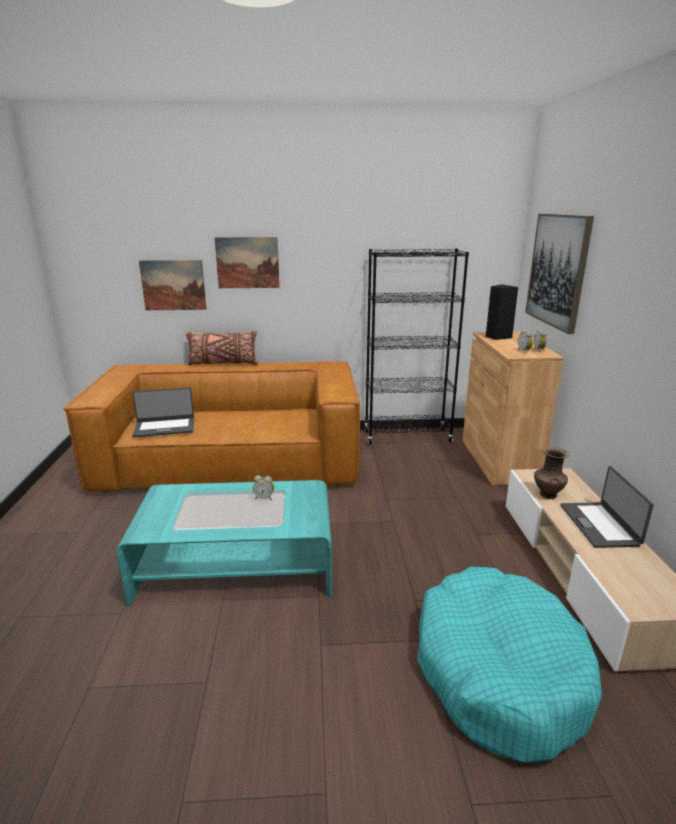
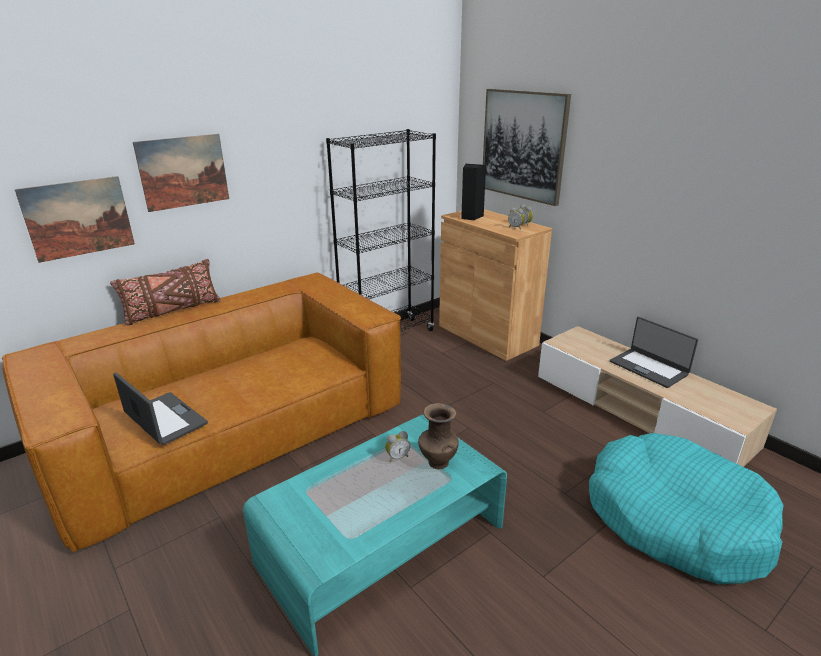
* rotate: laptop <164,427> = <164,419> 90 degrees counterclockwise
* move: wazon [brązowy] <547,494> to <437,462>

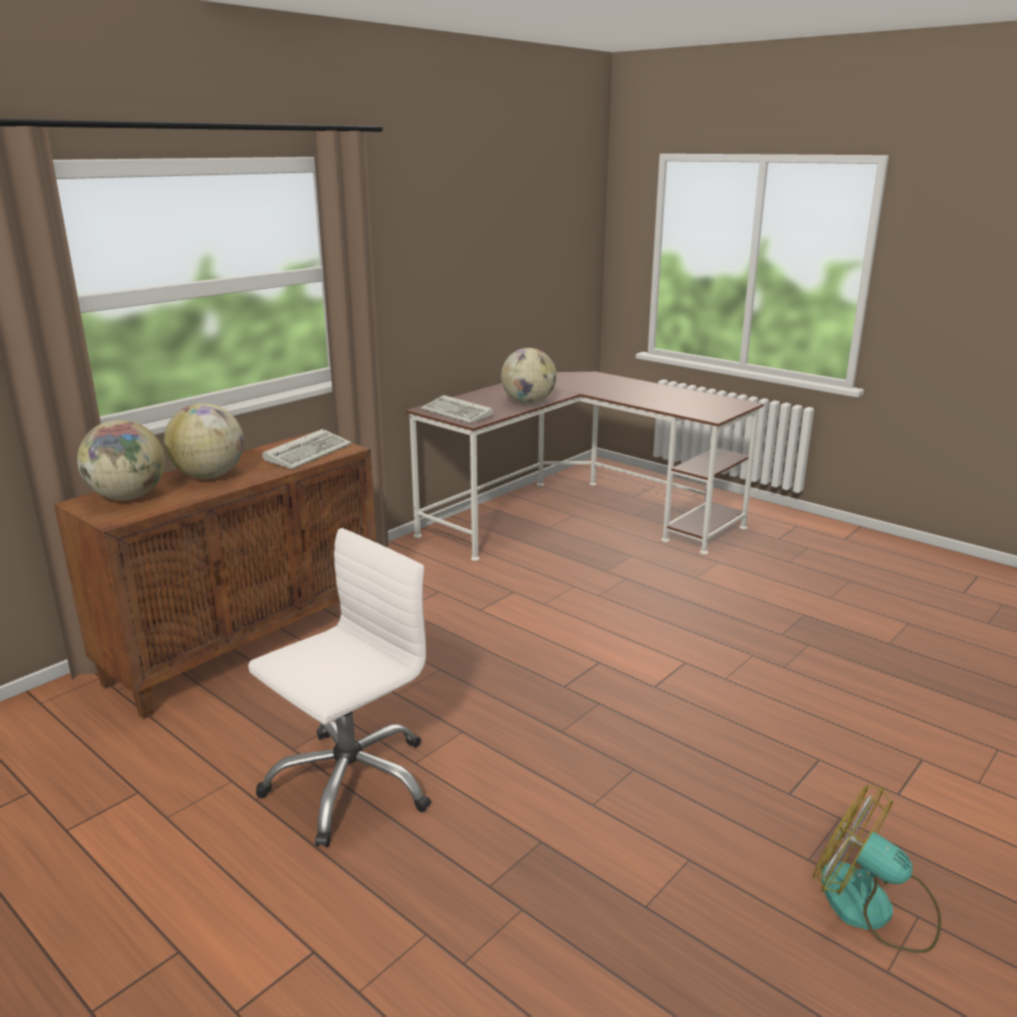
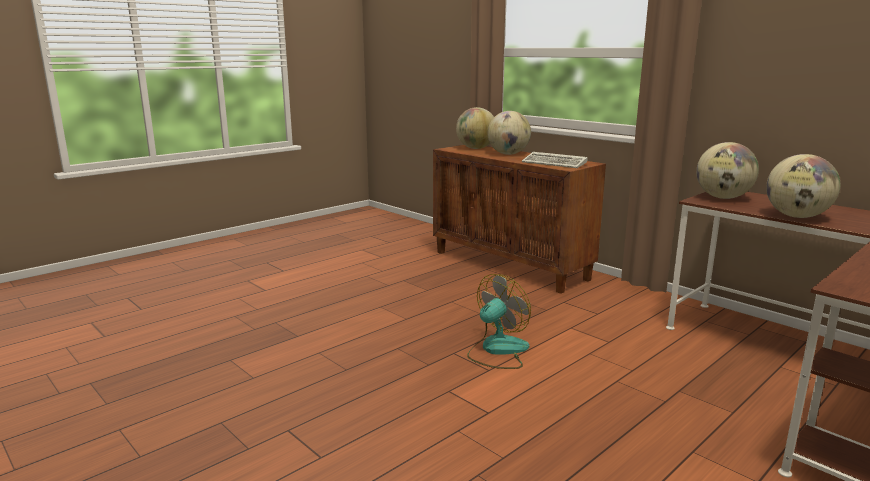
* delete: krzesło biurowe [biały] <350,782>
* replace: klawiatura <458,413> to globus <722,198>
* move: wentylator <873,908> to <497,350>

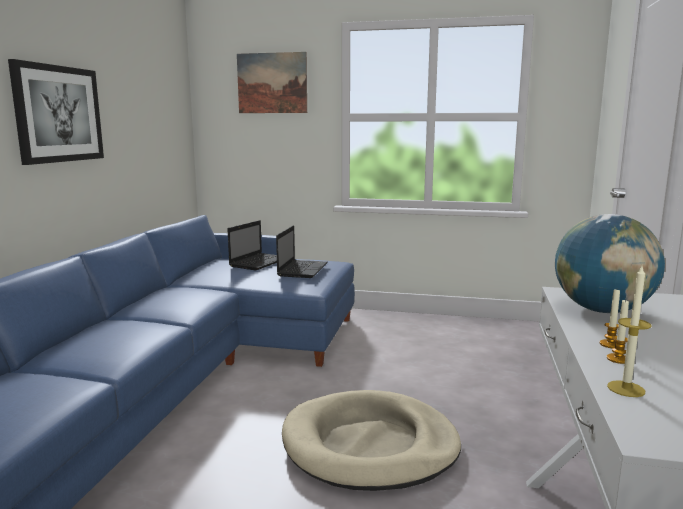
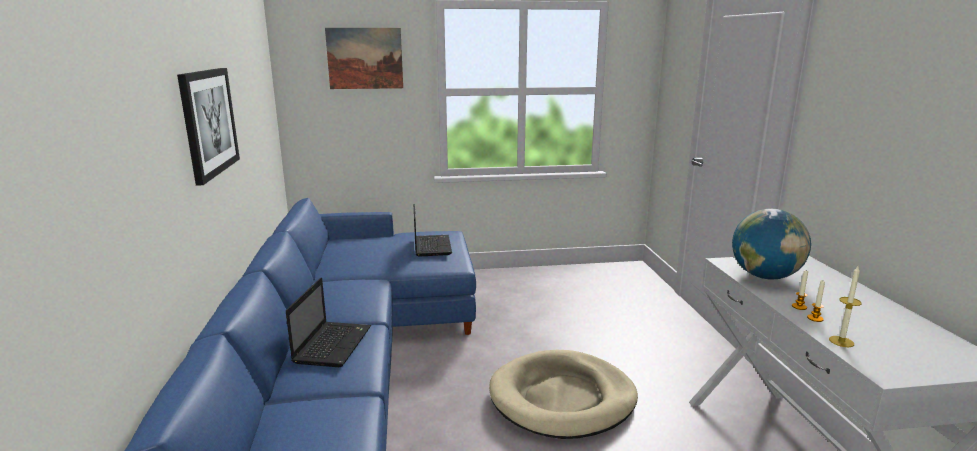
* move: laptop <259,262> to <333,344>

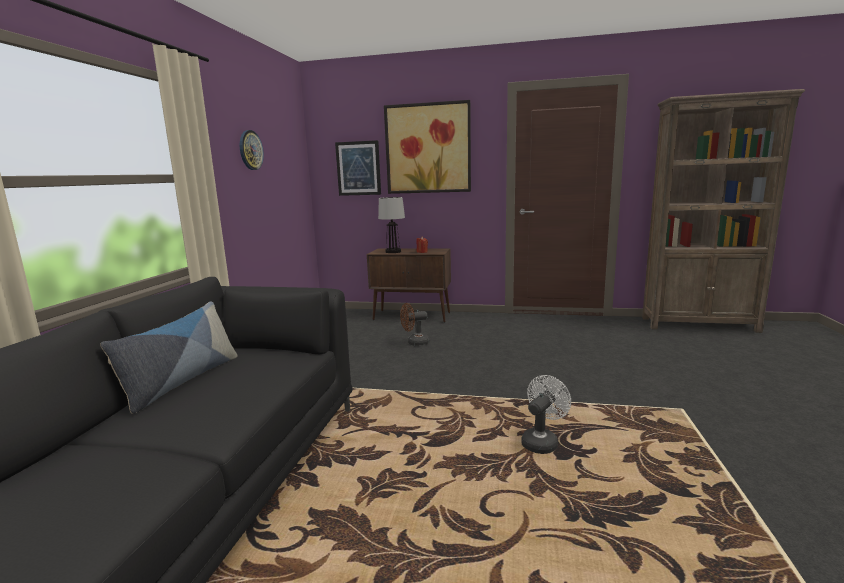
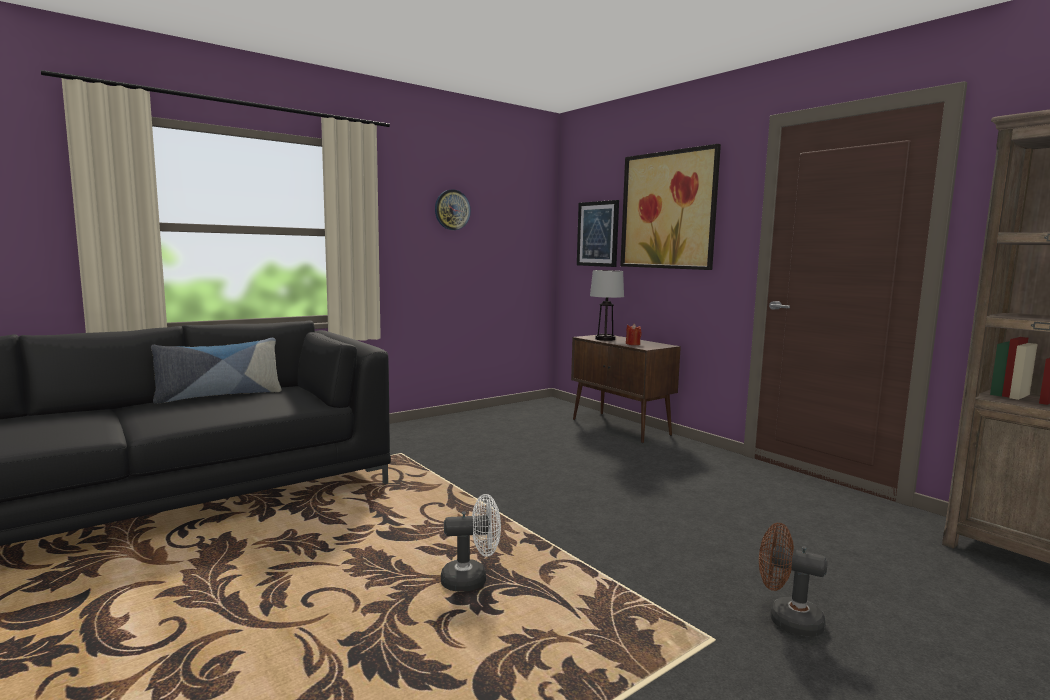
* move: wentylator [brązowy] <414,343> to <786,620>

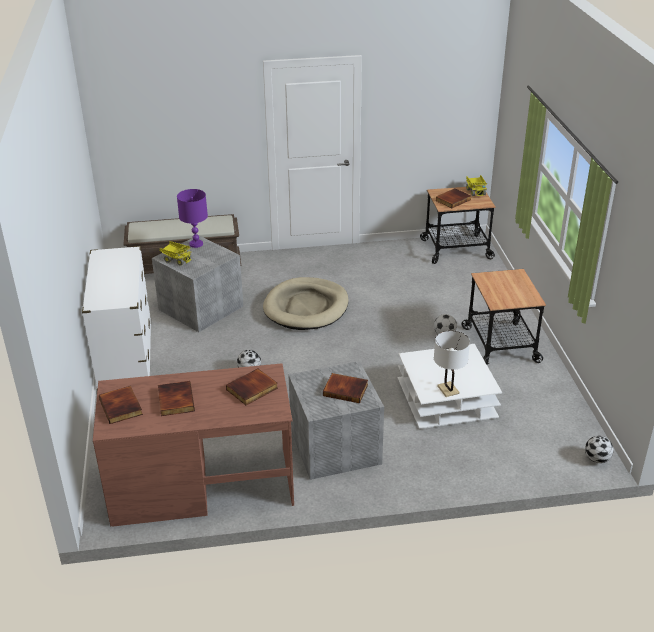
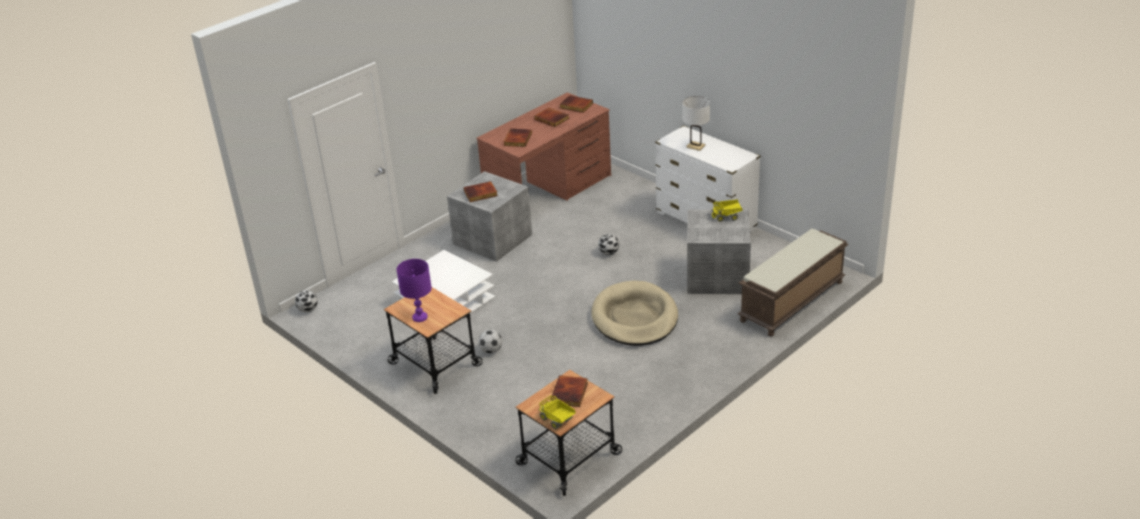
* move: lampa stołowa [fioletowy] <196,244> to <420,317>
* move: lampa stołowa [biały] <448,390> to <695,146>

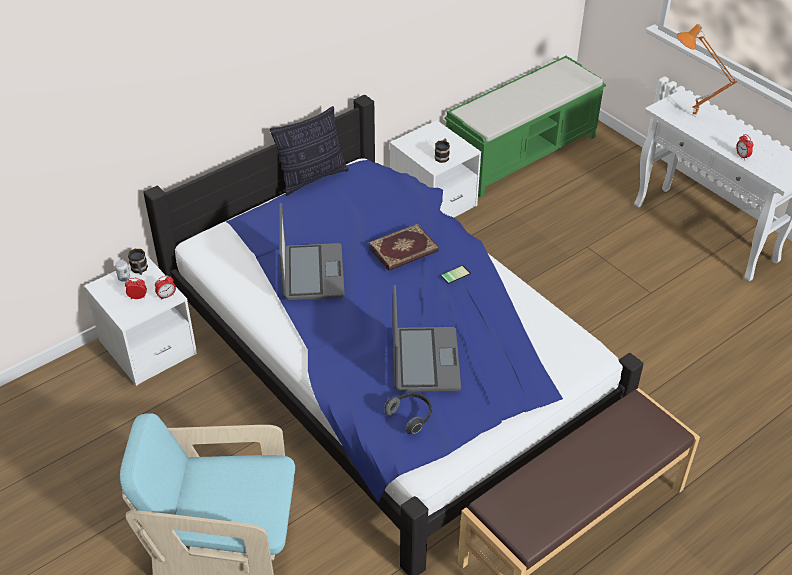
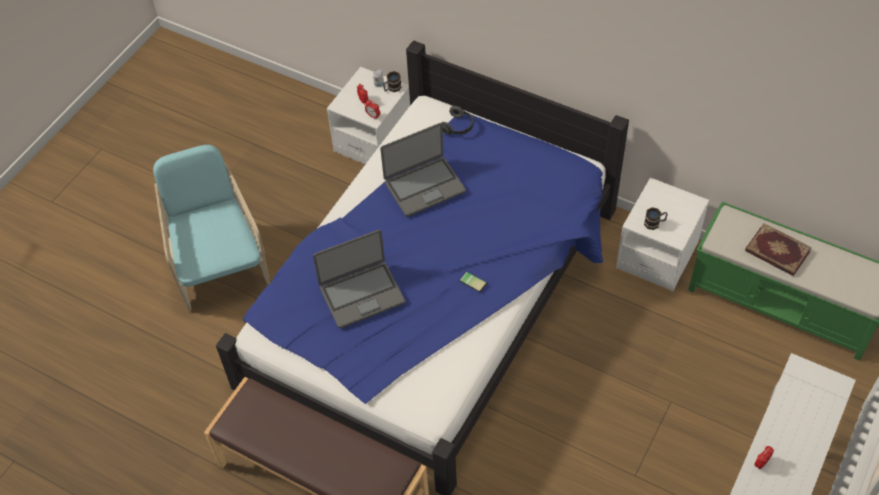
* delete: poduszka <312,178>
* move: książka <404,250> to <777,252>
* move: słuchawki <411,416> to <458,127>
* delete: lampa stołowa [pomarańczowy] <692,116>

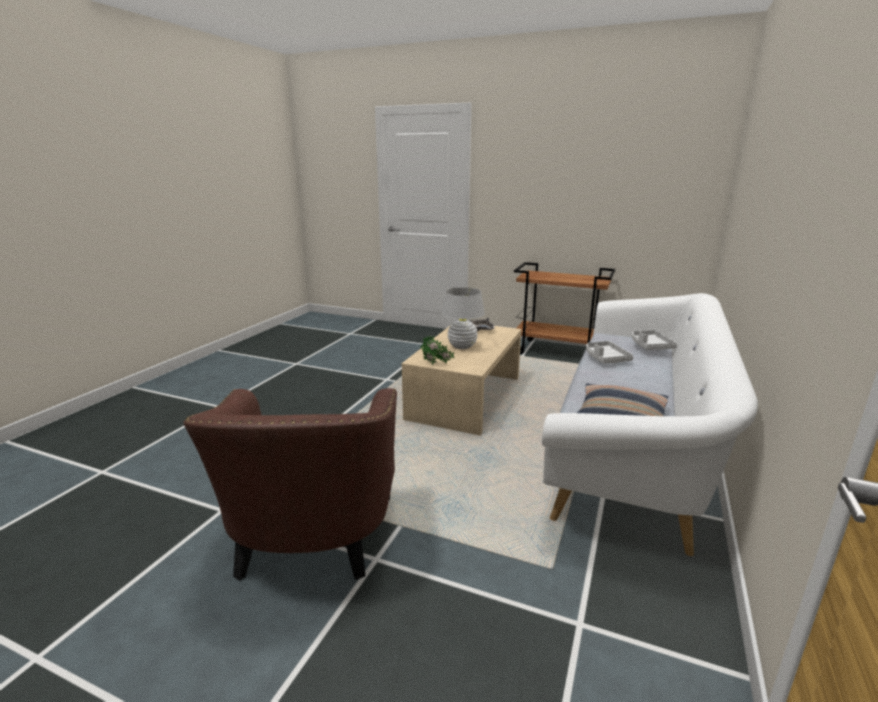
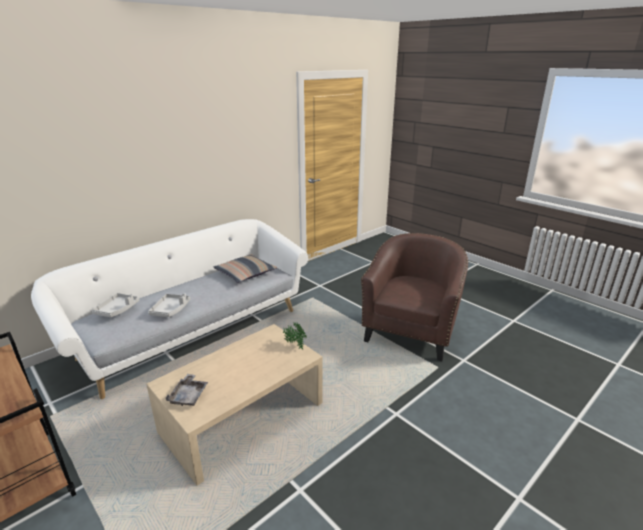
* delete: lampa stołowa [biały] <462,346>

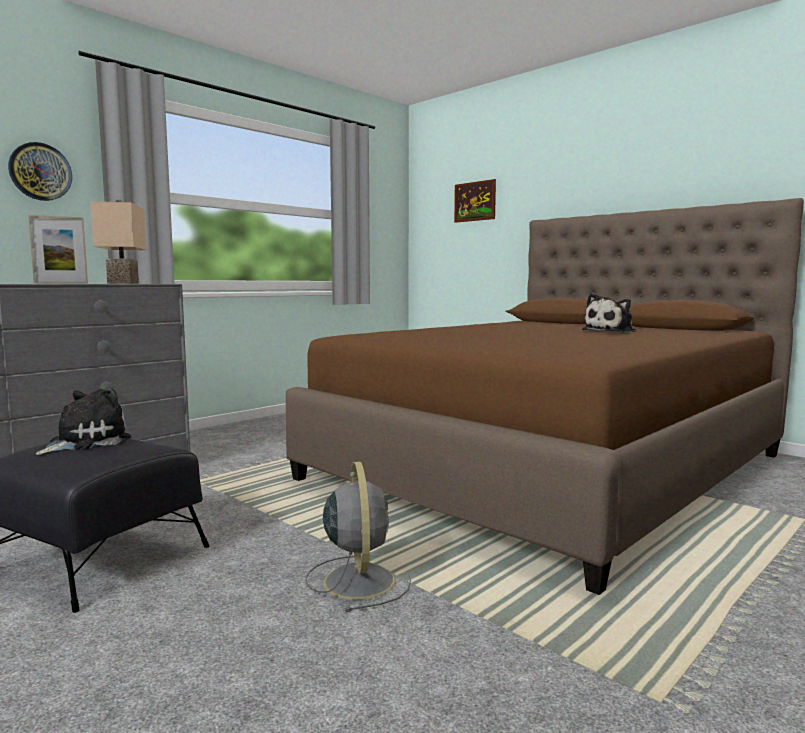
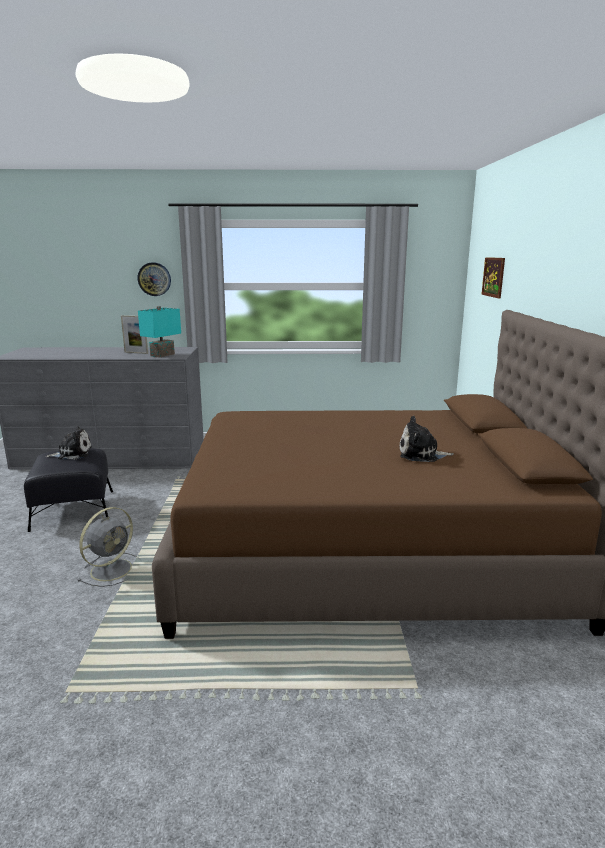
* recolor: lampa stołowa [beżowy] <125,283> to lampa stołowa [turkusowy] <163,355>

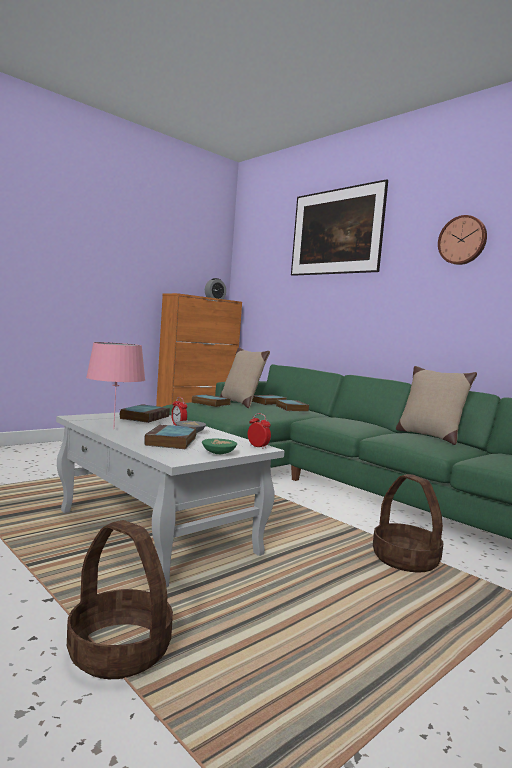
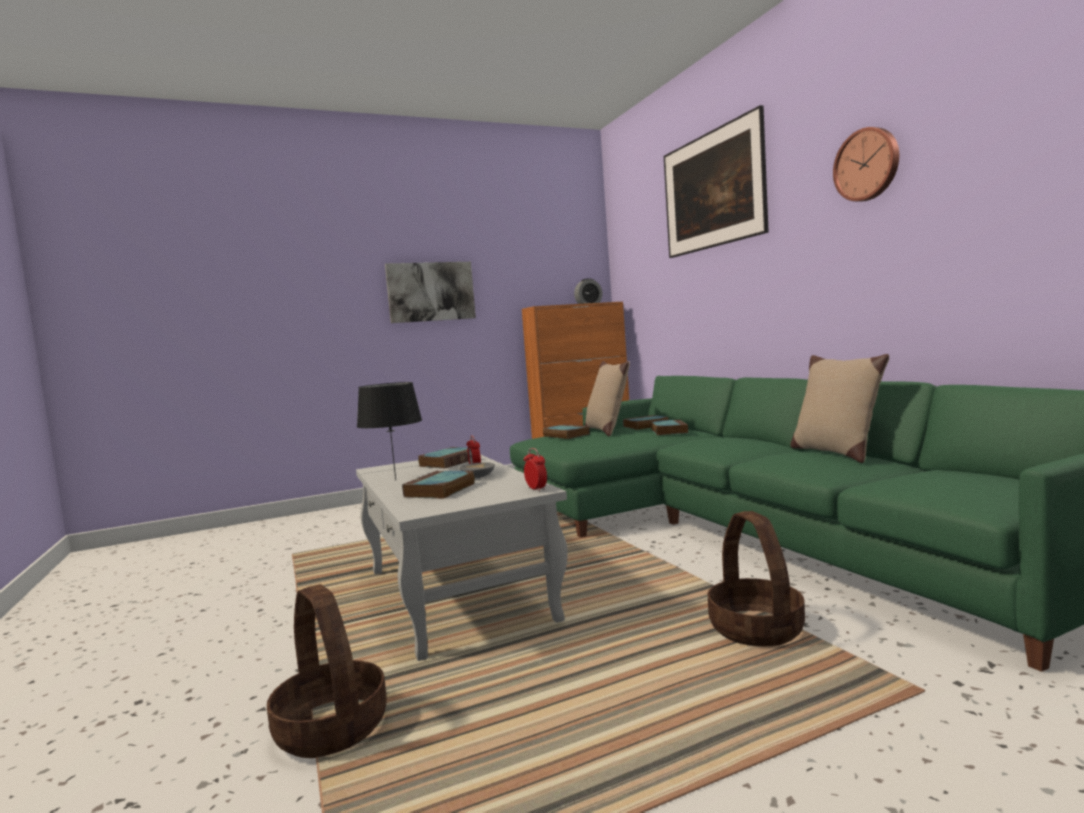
* recolor: lampa stołowa [różowy] <114,429> to lampa stołowa [czarny] <396,480>
* delete: miska [zielony] <220,453>
* insert: obraz <431,292>

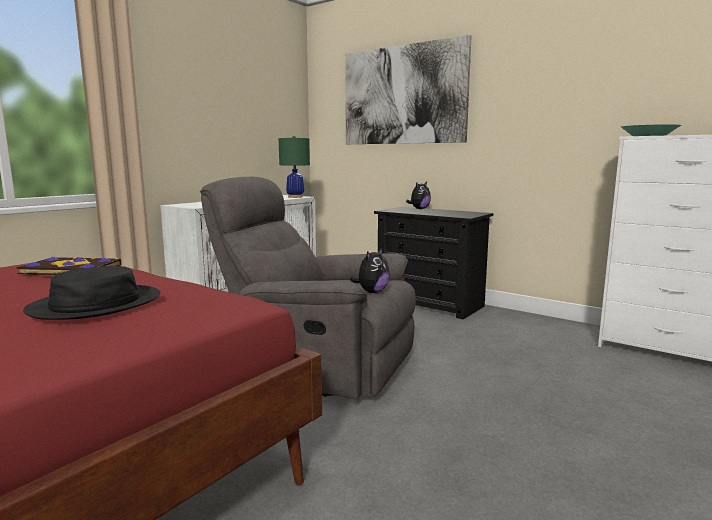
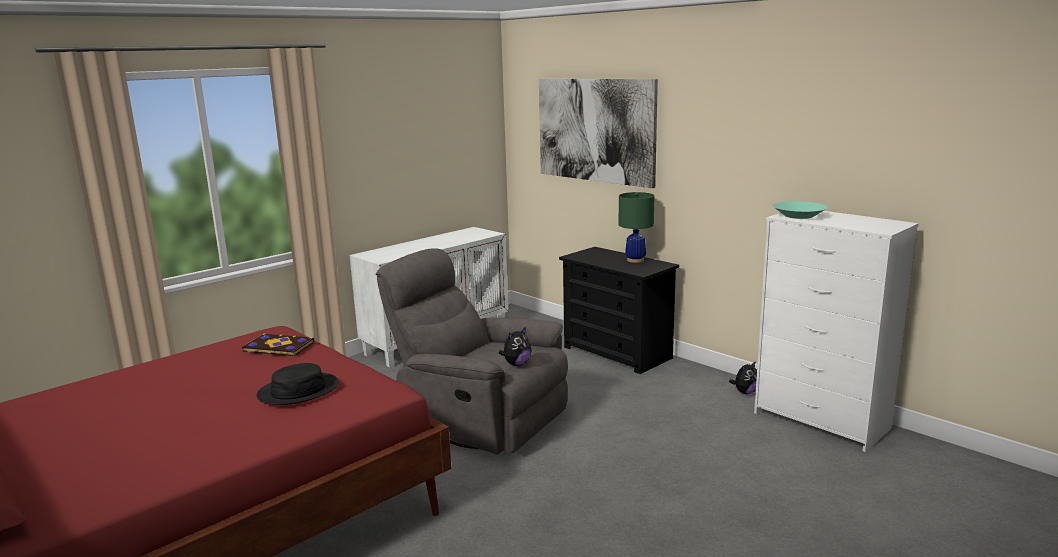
* move: lampa stołowa [zielony] <295,197> to <635,260>
* move: pluszak <419,209> to <745,392>

